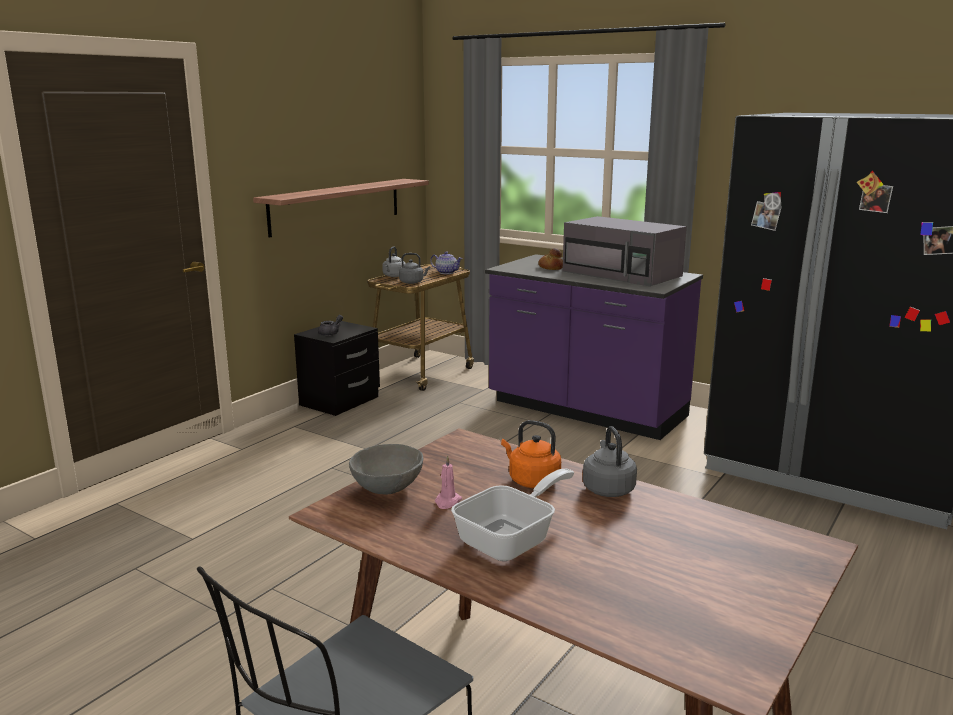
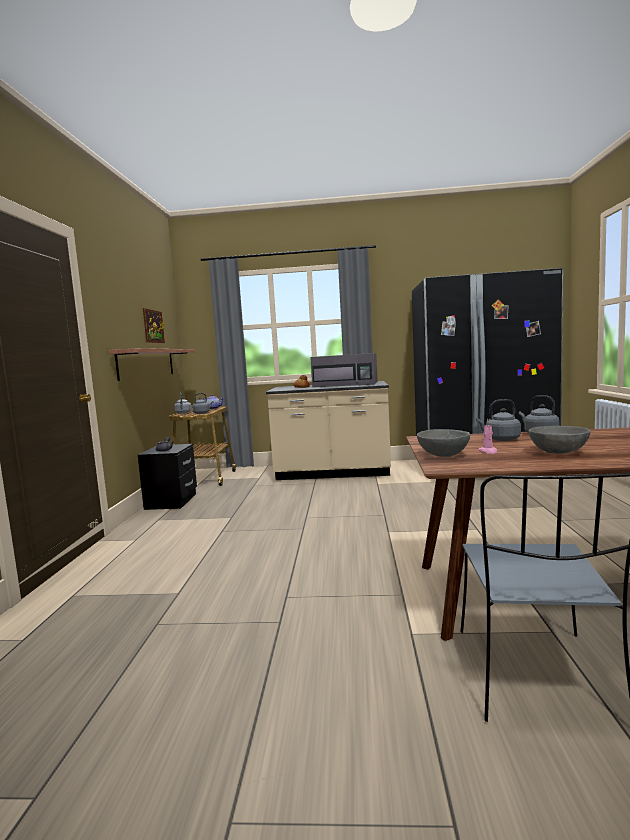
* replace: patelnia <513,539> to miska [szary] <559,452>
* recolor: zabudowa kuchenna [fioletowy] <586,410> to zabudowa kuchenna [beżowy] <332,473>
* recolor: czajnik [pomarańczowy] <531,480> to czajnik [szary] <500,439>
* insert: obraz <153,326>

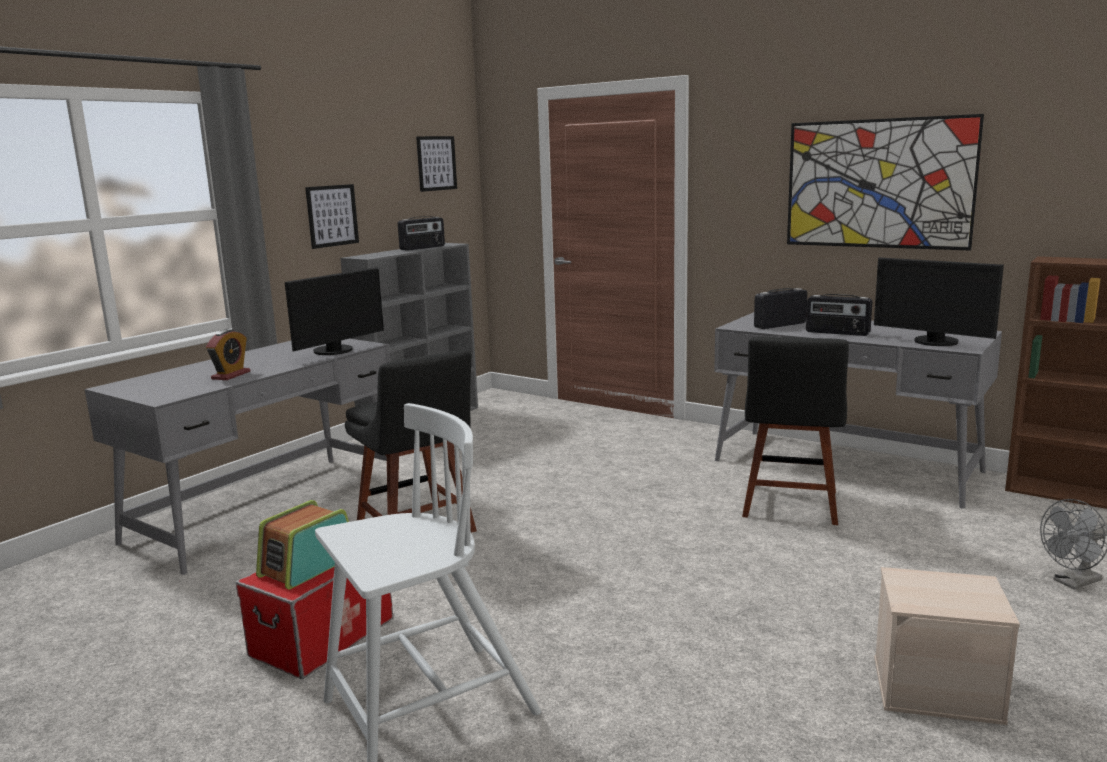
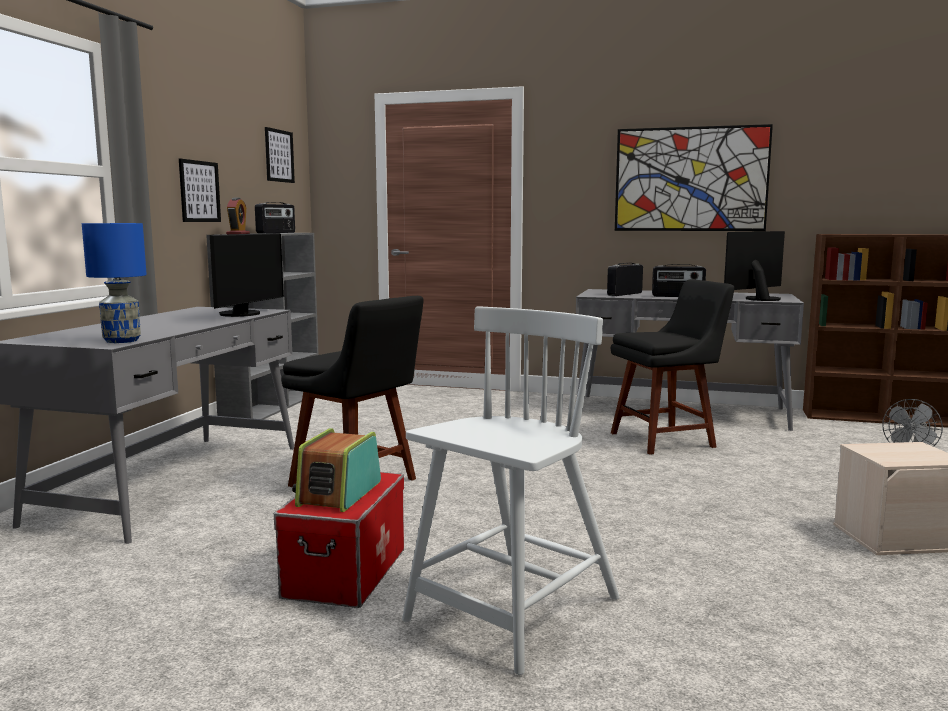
* move: budzik <231,375> to <238,234>
* rotate: krzesło [czarny] <790,506> = <666,439> 105 degrees counterclockwise
* rotate: monitor <934,342> = <759,299> 120 degrees clockwise
* insert: lampa stołowa [niebieski] <121,341>

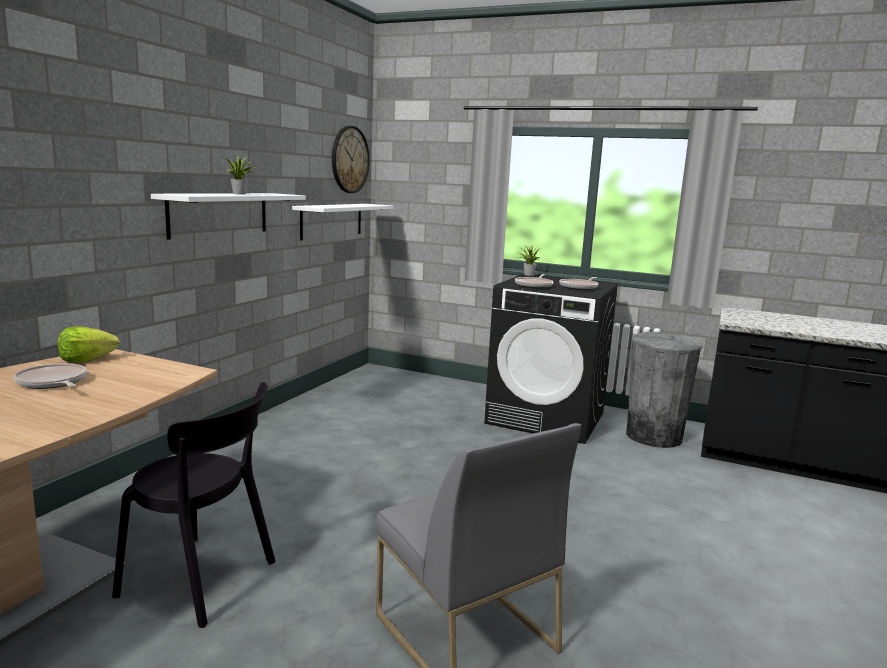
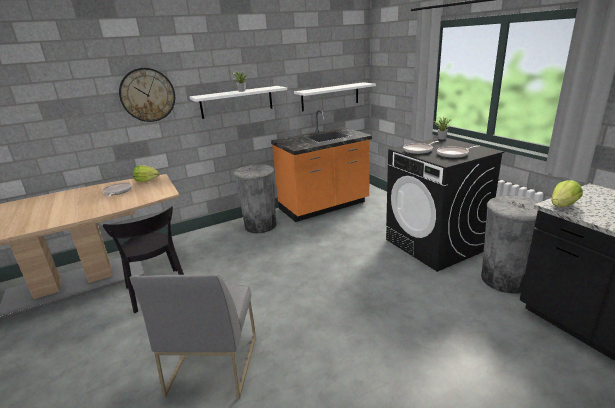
* move: zegar ścienny <349,159> to <147,95>
* insert: kosz na śmieci [szary] <260,225>
* insert: zabudowa kuchenna [pomarańczowy] <324,206>
* insert: sałata <562,206>

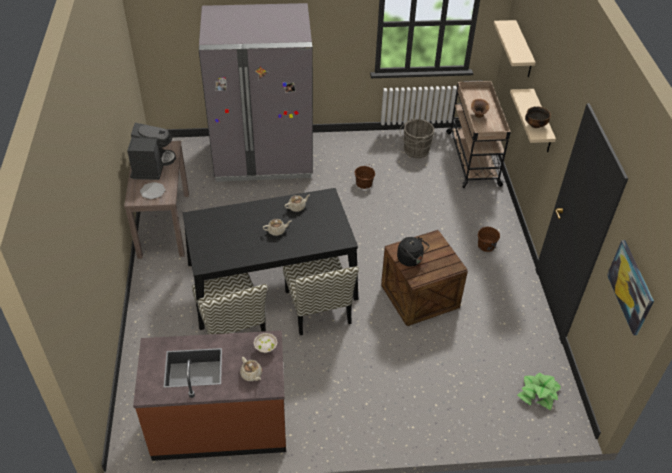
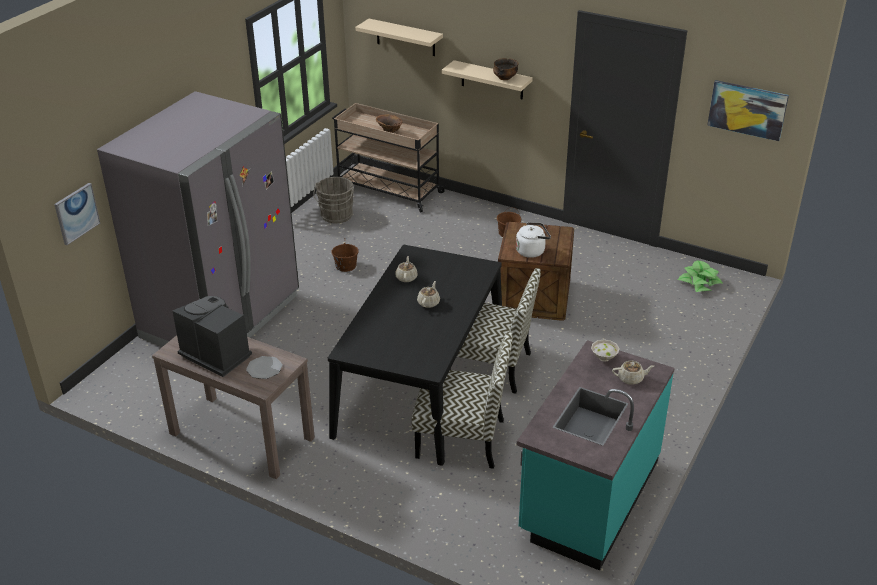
* recolor: zabudowa kuchenna [brązowy] <220,424> to zabudowa kuchenna [turkusowy] <588,497>
* recolor: czajnik [czarny] <411,260> to czajnik [biały] <532,251>
* insert: obraz <76,213>

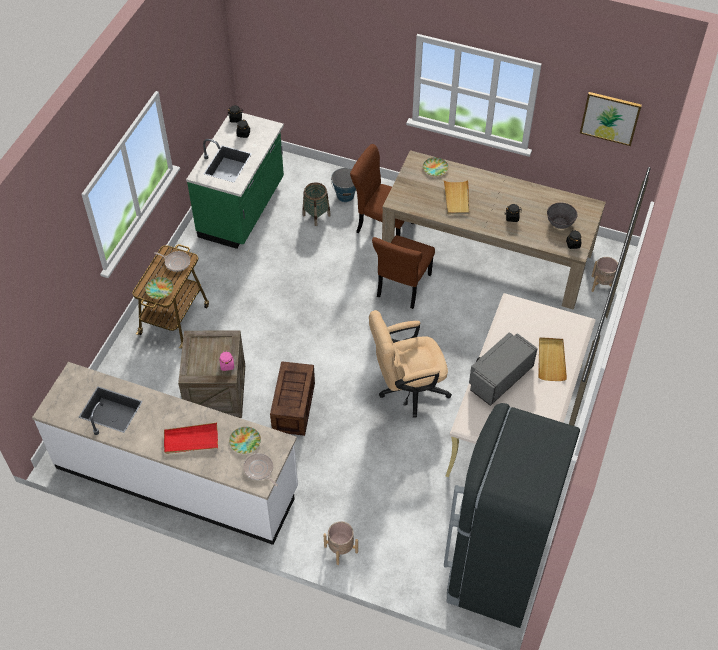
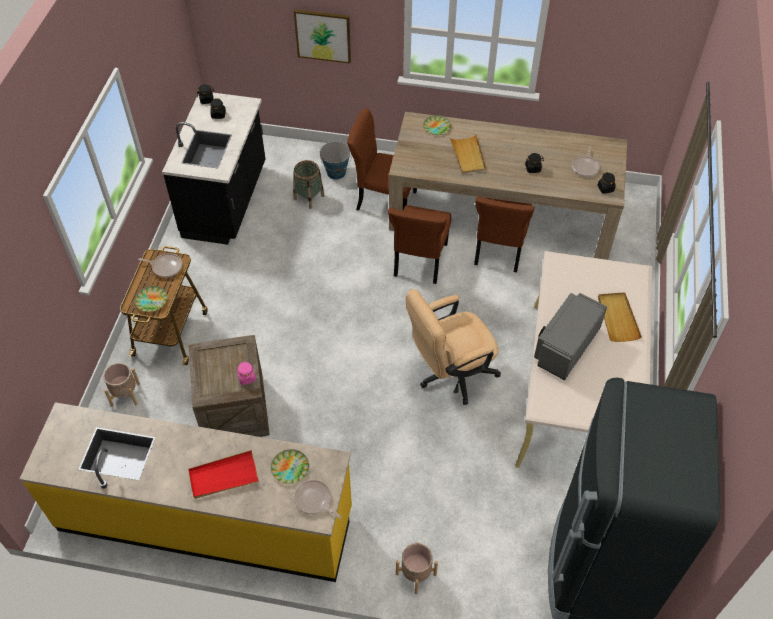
* recolor: zabudowa kuchenna [biały] <177,478> to zabudowa kuchenna [żółty] <206,519>
* recolor: zabudowa kuchenna [zielony] <243,209> to zabudowa kuchenna [czarny] <226,201>
* delete: skrzynka <293,406>
* replace: miska [szary] <560,222> to patelnia <585,167>
* move: obraz <610,118> to <323,35>
* move: donica [beżowy] <602,284> to <125,394>
* insert: krzesło [brązowy] <498,251>

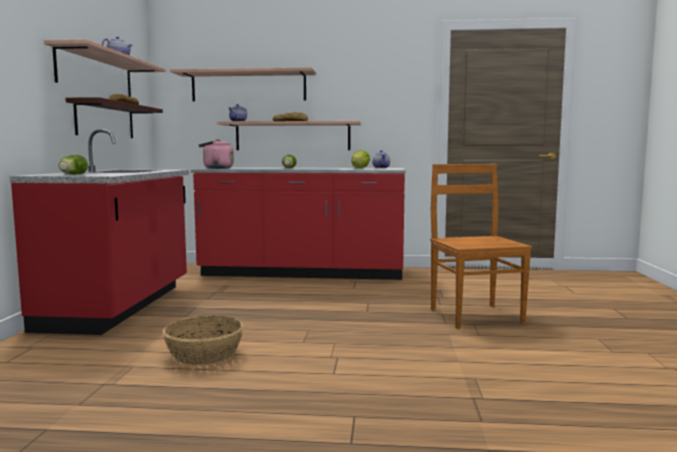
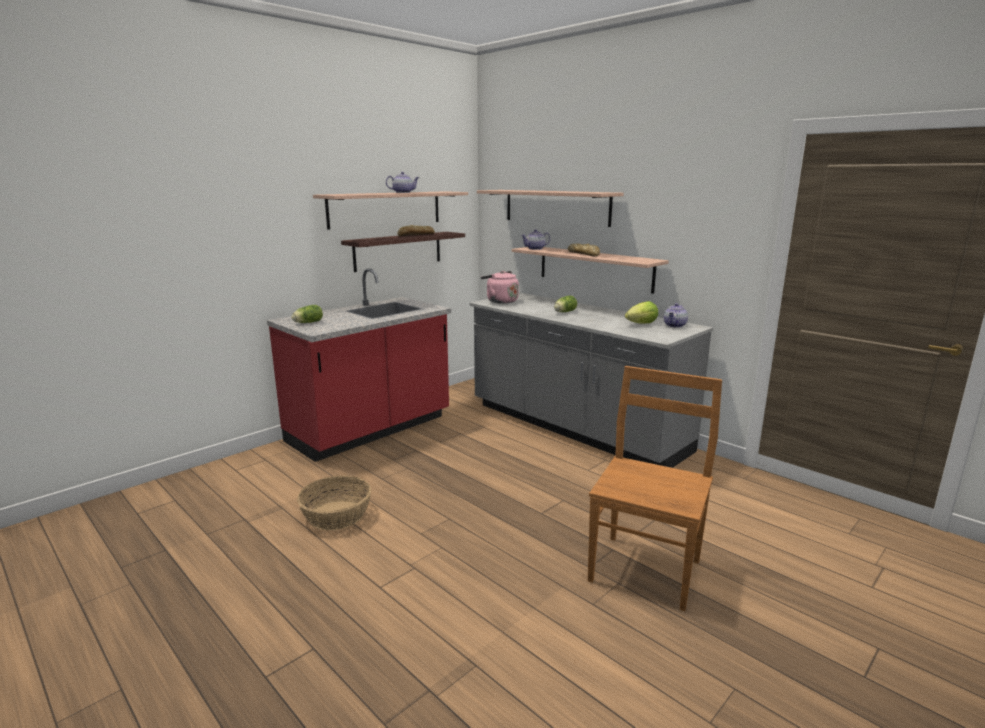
* recolor: zabudowa kuchenna [czerwony] <302,273> to zabudowa kuchenna [szary] <575,428>

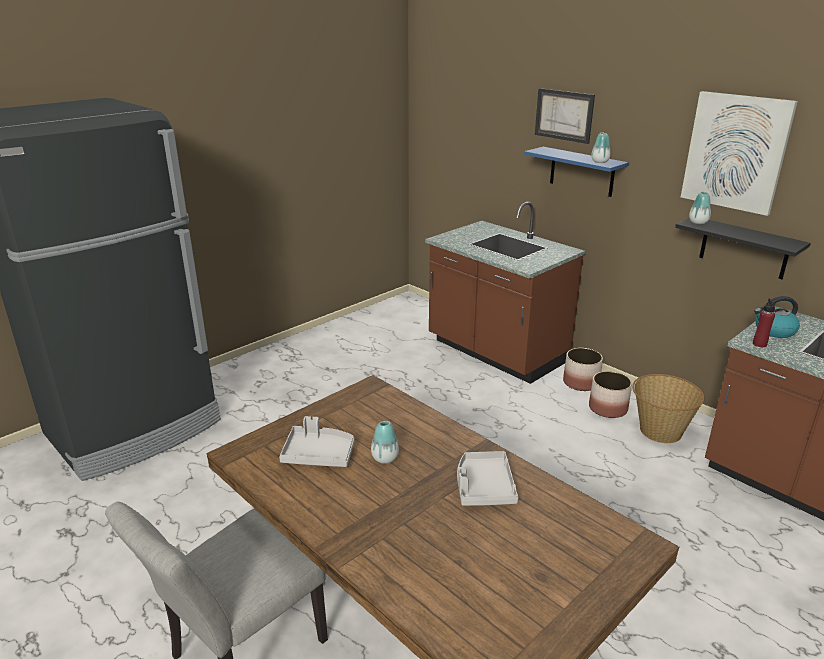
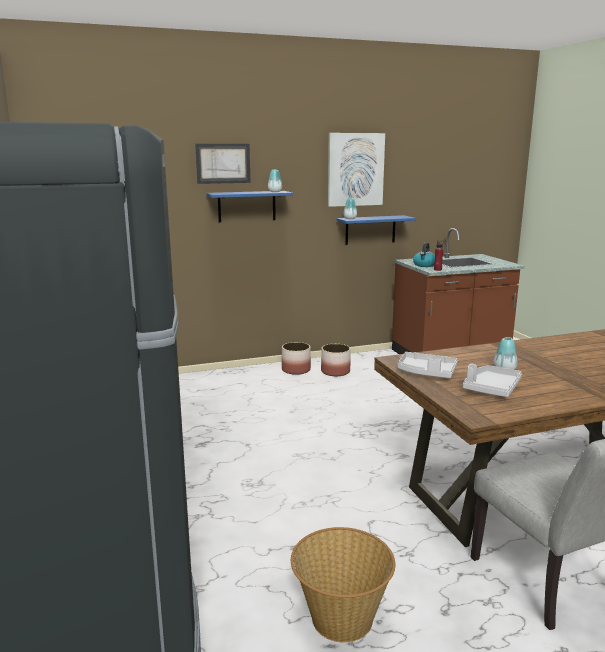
* delete: zabudowa kuchenna [brązowy] <496,352>
* move: taca [szary] <484,487> to <427,373>
* move: koszyk <659,431> to <341,619>
* recolor: półka [czarny] <744,248> to półka [niebieski] <370,230>

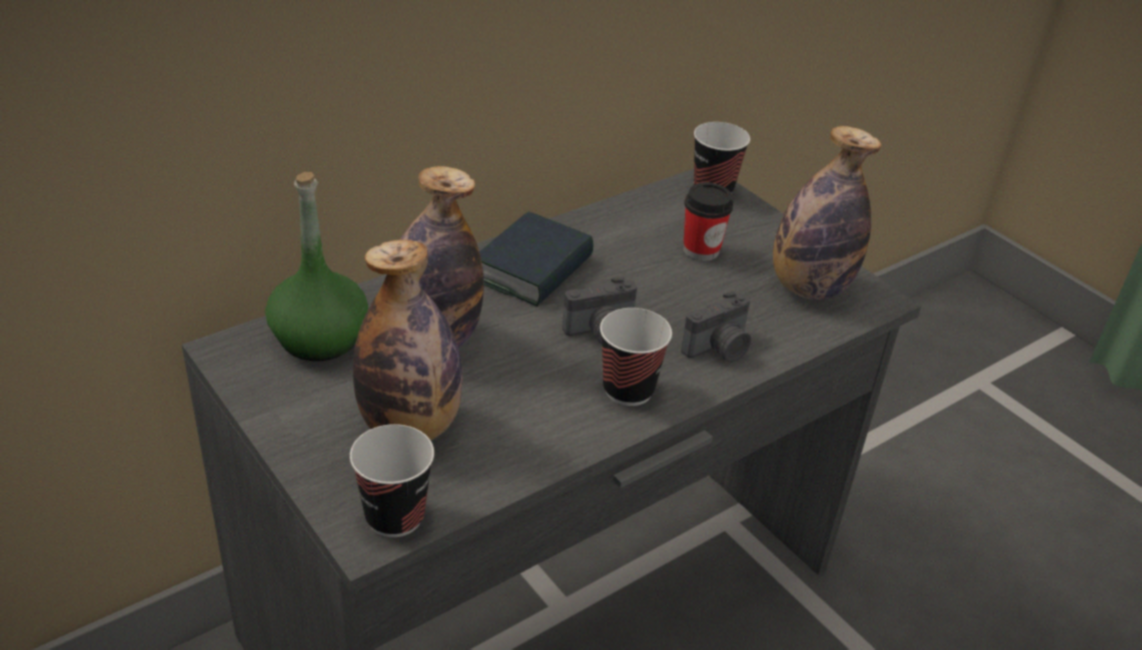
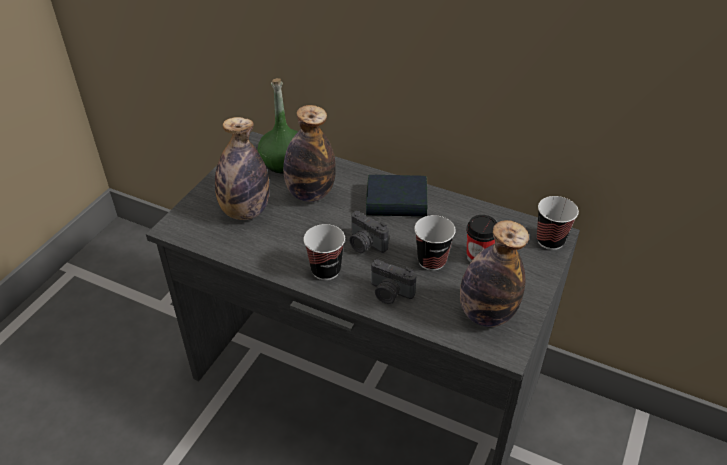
* move: filiżanka <395,516> to <432,261>

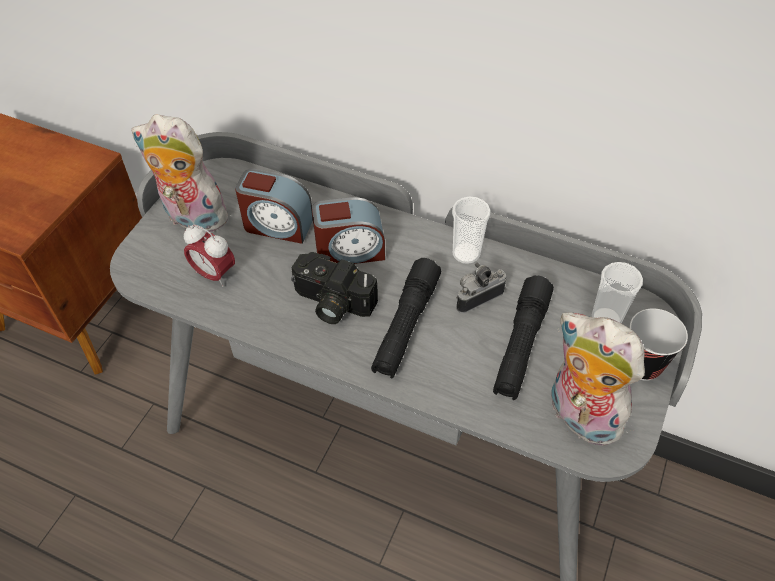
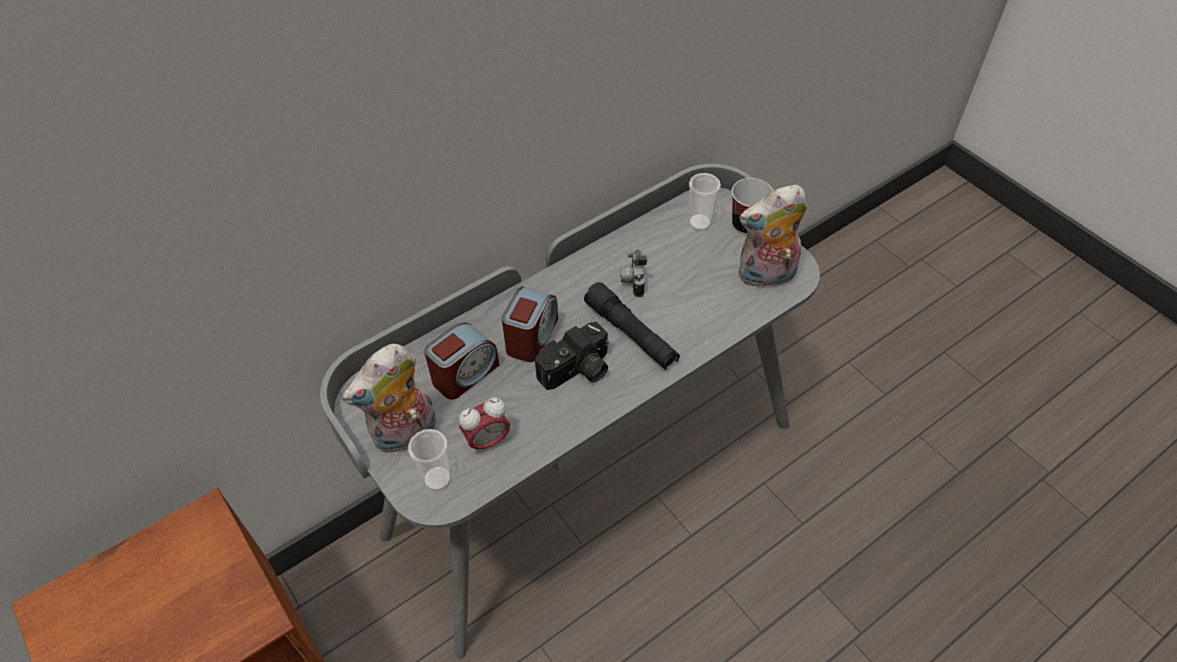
* move: filiżanka <466,254> to <437,479>
* delete: latarka [czarny] <520,345>

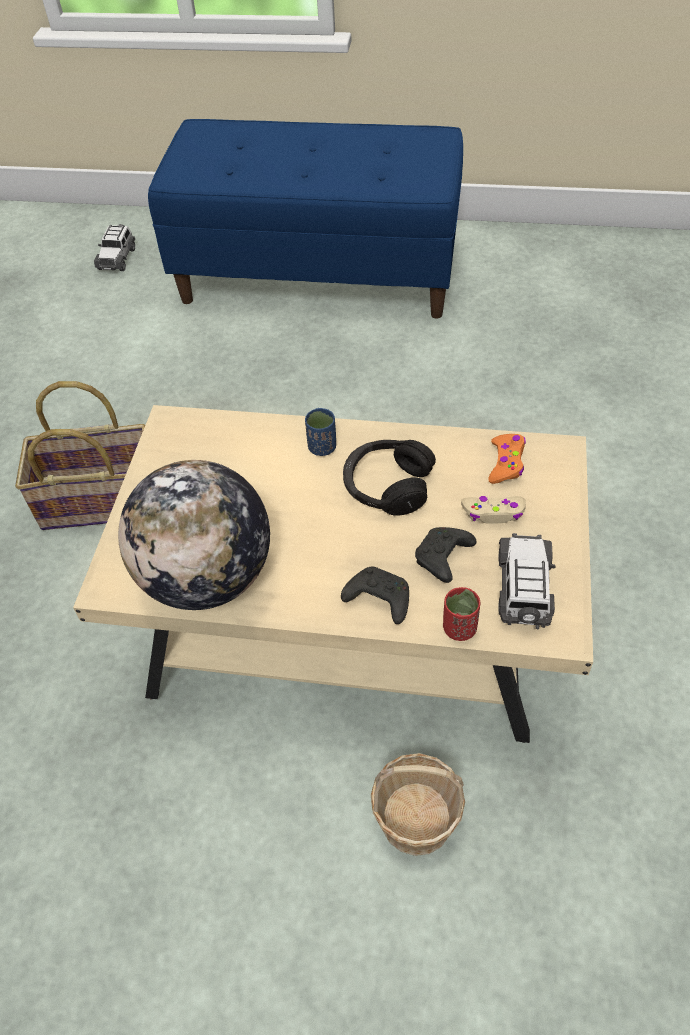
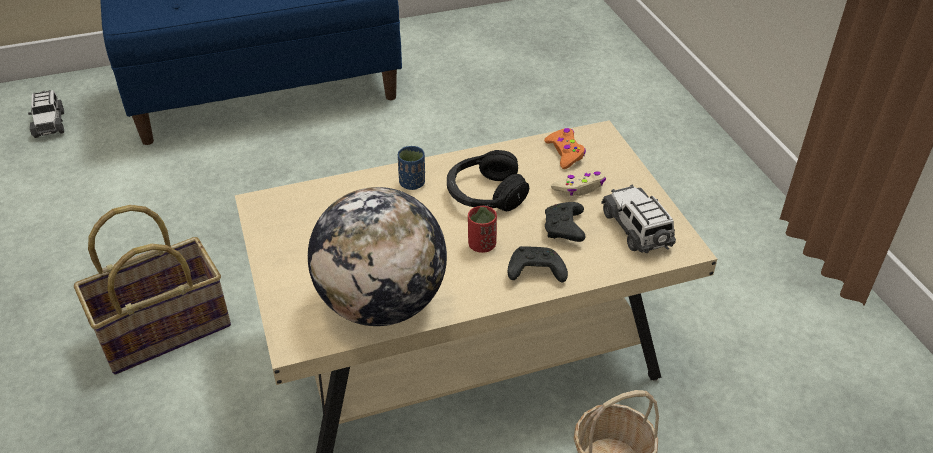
* move: filiżanka [czerwony] <459,628> to <482,245>

